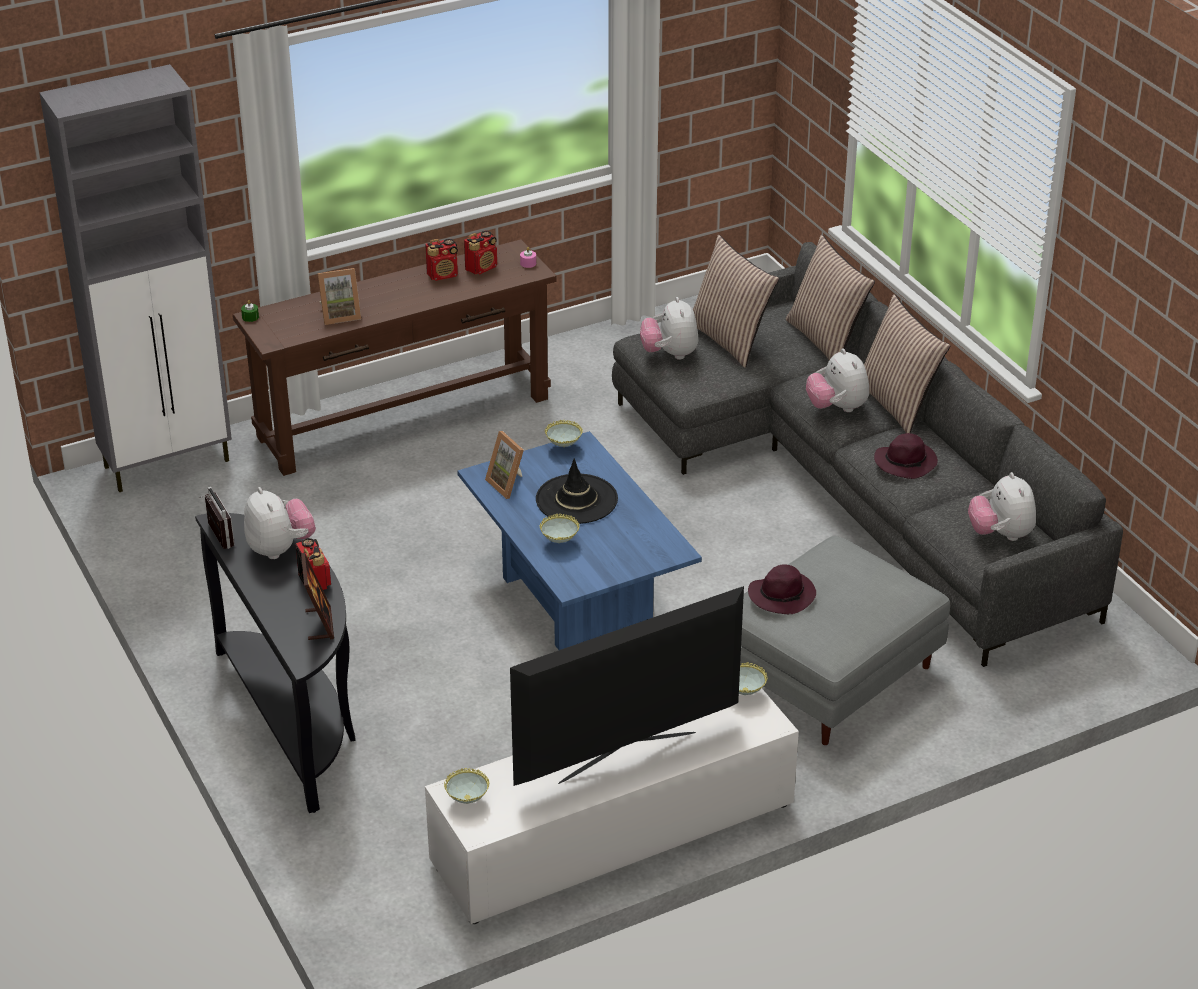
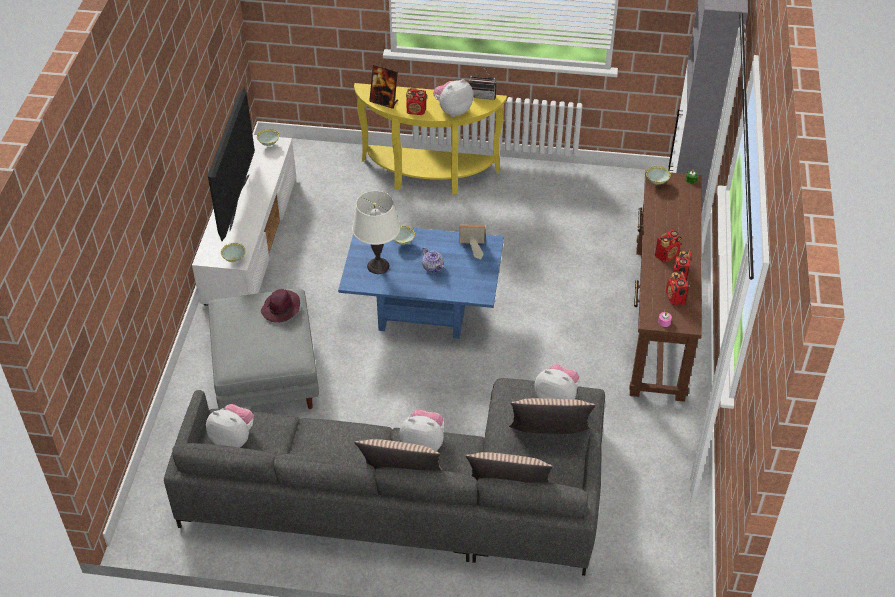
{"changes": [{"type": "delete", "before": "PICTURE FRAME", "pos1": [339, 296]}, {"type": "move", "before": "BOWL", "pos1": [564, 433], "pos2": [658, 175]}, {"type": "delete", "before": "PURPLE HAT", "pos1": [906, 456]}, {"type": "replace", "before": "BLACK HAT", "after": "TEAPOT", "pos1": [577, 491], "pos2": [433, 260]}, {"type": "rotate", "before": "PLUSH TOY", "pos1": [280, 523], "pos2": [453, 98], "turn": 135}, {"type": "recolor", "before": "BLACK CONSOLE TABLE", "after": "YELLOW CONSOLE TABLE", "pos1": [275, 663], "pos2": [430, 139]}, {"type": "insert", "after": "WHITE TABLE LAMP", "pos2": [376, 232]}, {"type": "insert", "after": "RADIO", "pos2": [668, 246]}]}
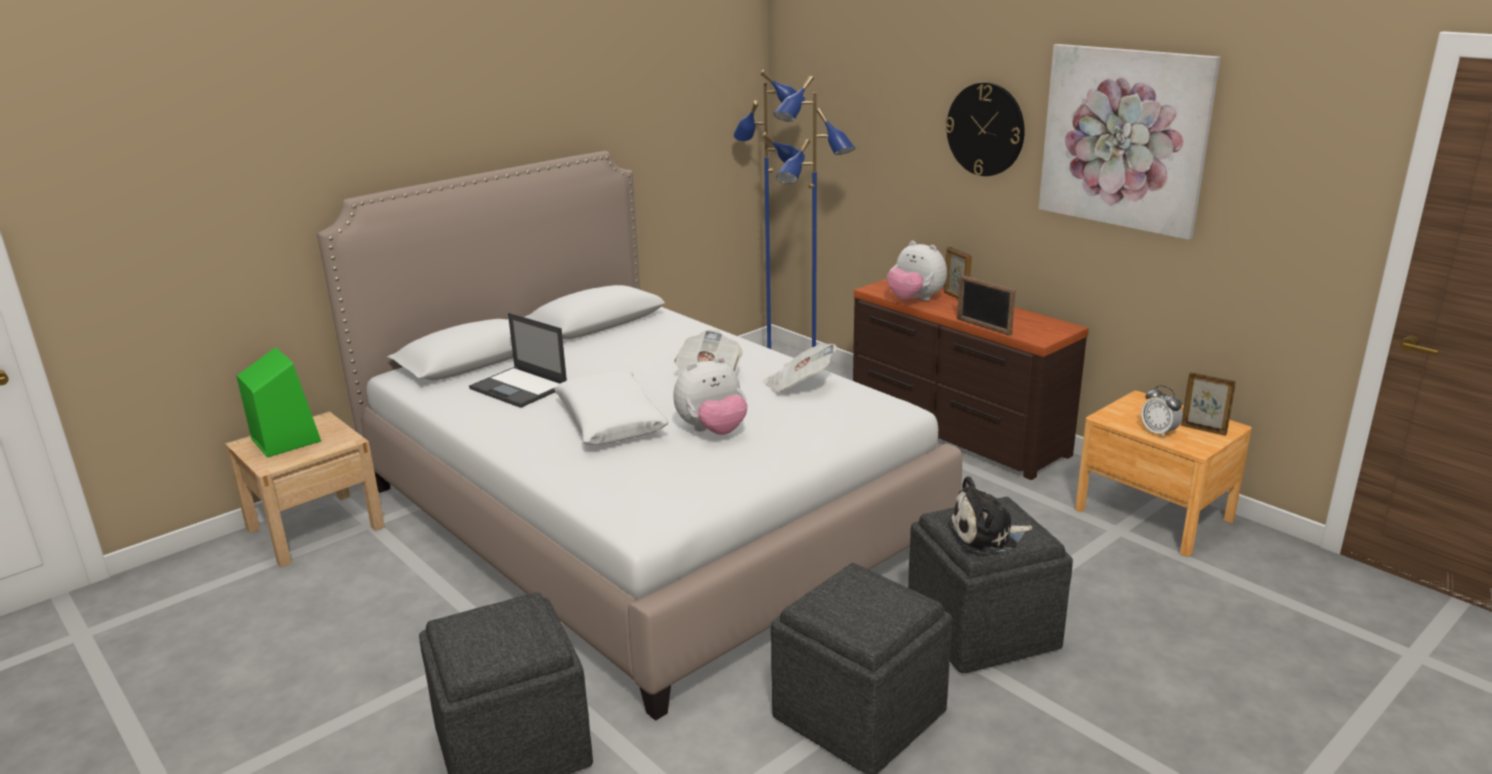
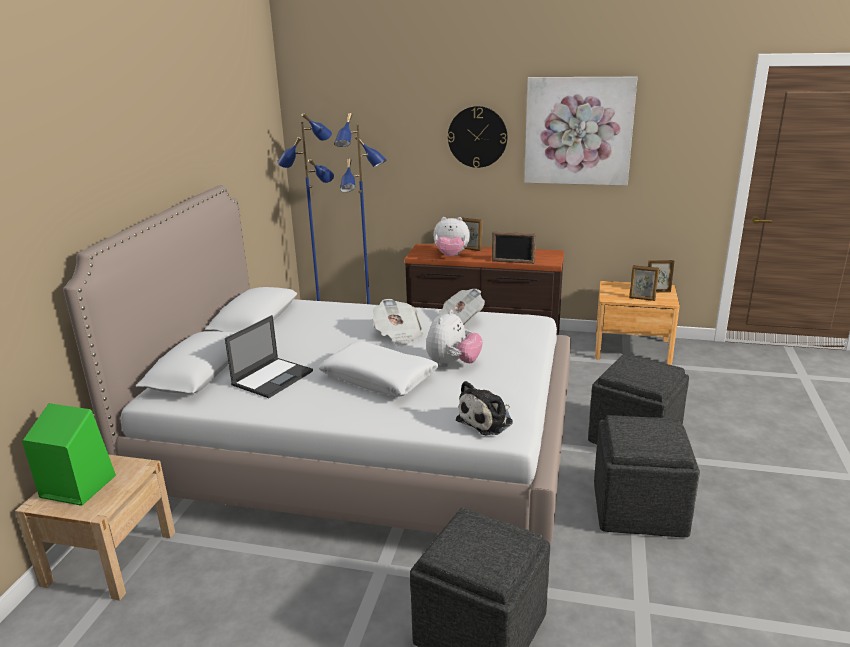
{"changes": [{"type": "rotate", "before": "LAPTOP", "pos1": [518, 360], "pos2": [269, 356], "turn": -60}, {"type": "replace", "before": "ALARM CLOCK", "after": "PICTURE FRAME", "pos1": [1162, 411], "pos2": [644, 283]}, {"type": "move", "before": "PLUSH TOY", "pos1": [990, 515], "pos2": [484, 408]}]}
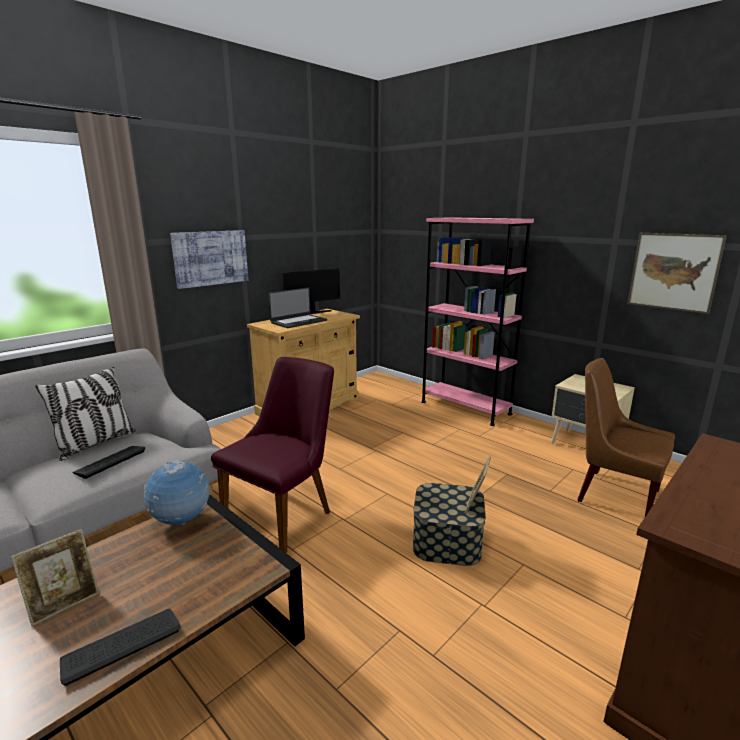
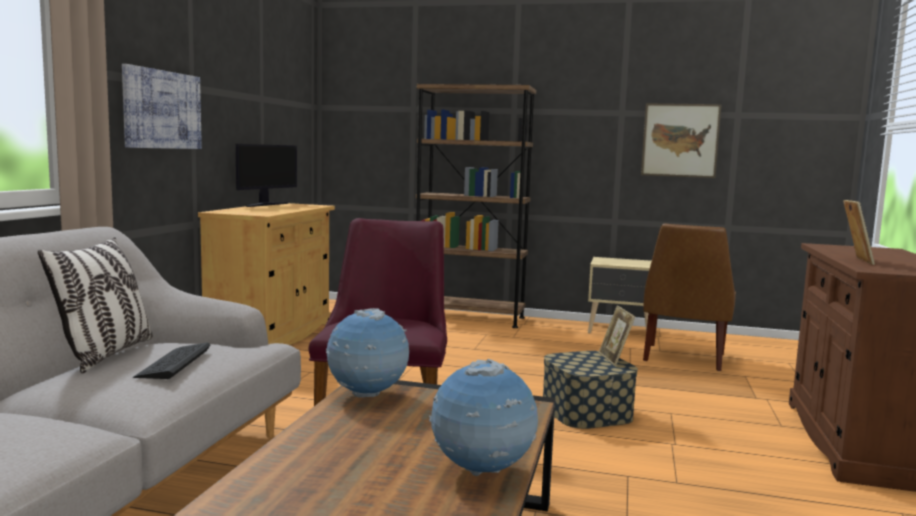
{"changes": [{"type": "recolor", "before": "PINK BOOKCASE", "after": "BROWN BOOKCASE", "pos1": [477, 321], "pos2": [476, 206]}, {"type": "delete", "before": "LAPTOP", "pos1": [297, 307]}, {"type": "rotate", "before": "BROWN CHAIR", "pos1": [626, 437], "pos2": [689, 297], "turn": -75}, {"type": "move", "before": "PICTURE FRAME", "pos1": [55, 577], "pos2": [859, 232]}, {"type": "replace", "before": "KEYBOARD", "after": "GLOBE", "pos1": [120, 647], "pos2": [483, 417]}]}
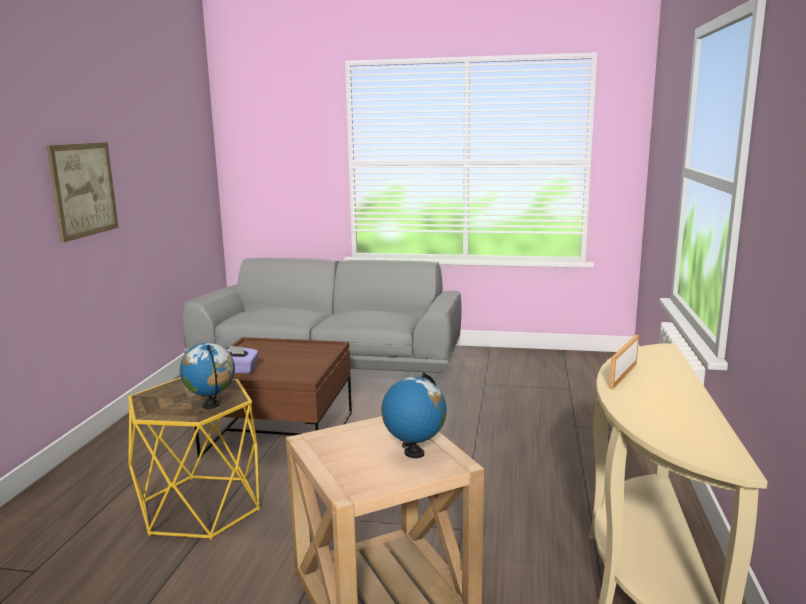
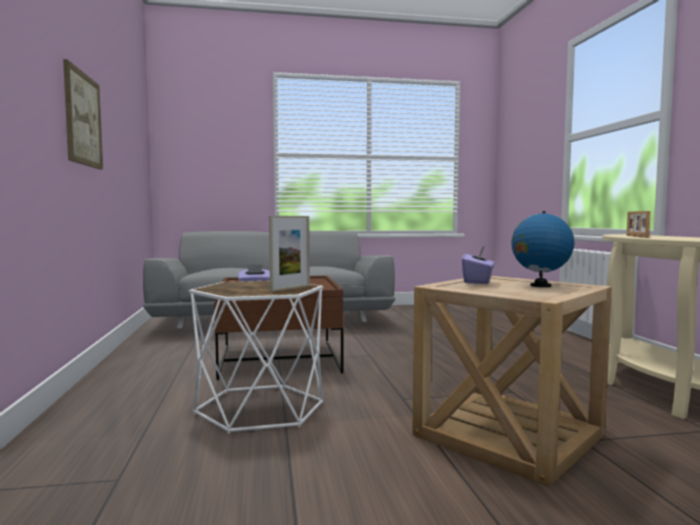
{"changes": [{"type": "replace", "before": "GLOBE", "after": "PICTURE FRAME", "pos1": [207, 376], "pos2": [289, 254]}, {"type": "recolor", "before": "YELLOW SIDE TABLE", "after": "WHITE SIDE TABLE", "pos1": [194, 458], "pos2": [256, 357]}, {"type": "insert", "after": "PURPLE TISSUE BOX", "pos2": [478, 265]}]}
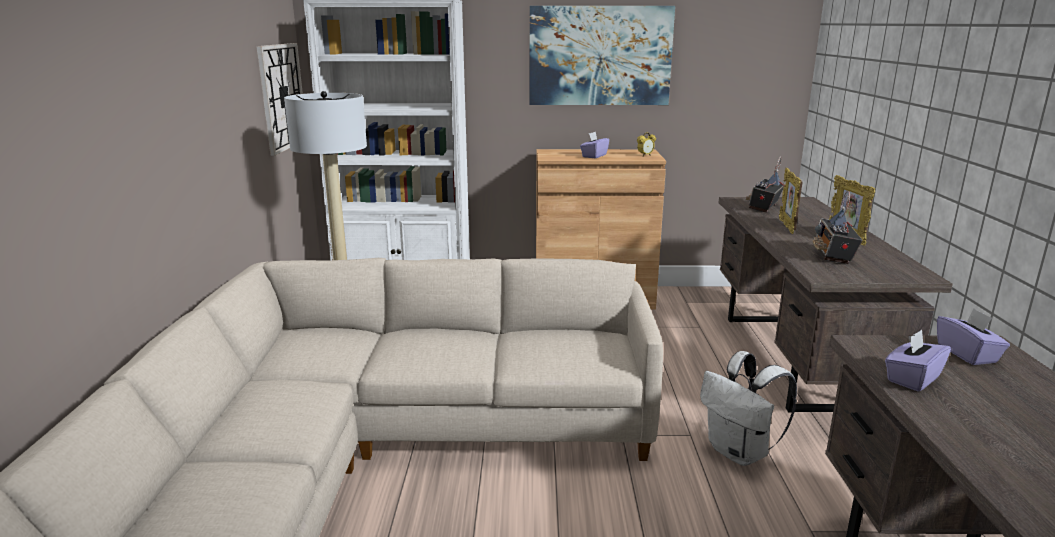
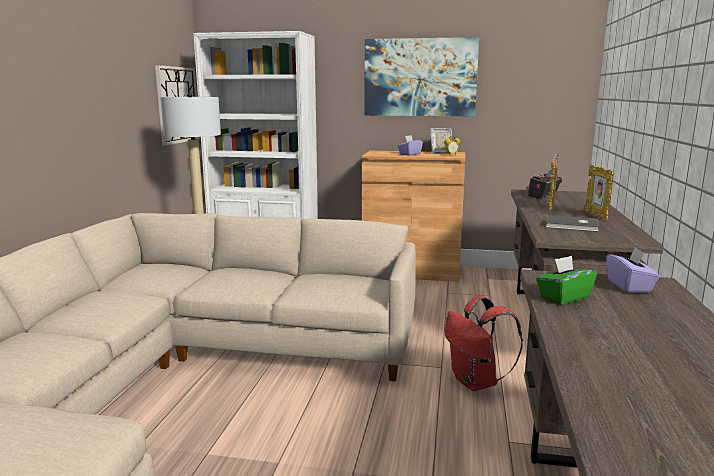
{"changes": [{"type": "replace", "before": "RADIO", "after": "GREY BOOK", "pos1": [837, 227], "pos2": [572, 223]}, {"type": "recolor", "before": "PURPLE TISSUE BOX", "after": "GREEN TISSUE BOX", "pos1": [918, 361], "pos2": [566, 280]}, {"type": "recolor", "before": "WHITE BACKPACK", "after": "RED BACKPACK", "pos1": [748, 408], "pos2": [484, 343]}, {"type": "insert", "after": "PICTURE FRAME", "pos2": [441, 141]}]}
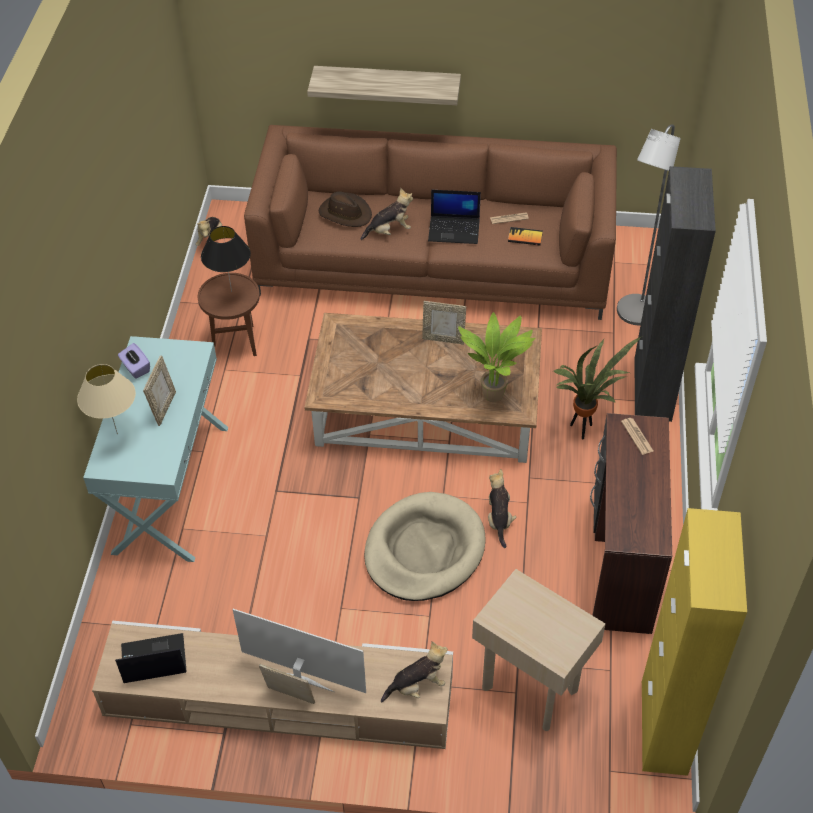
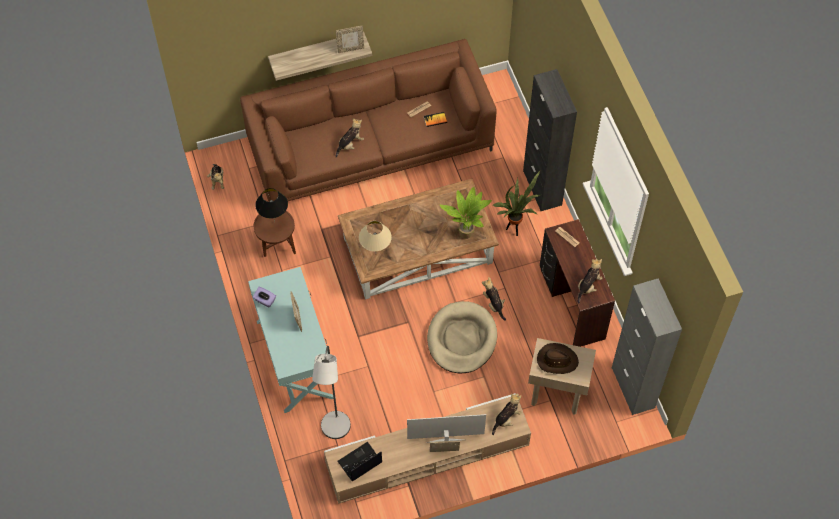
{"changes": [{"type": "move", "before": "GREY FLOOR LAMP", "pos1": [649, 224], "pos2": [331, 392]}, {"type": "delete", "before": "LAPTOP", "pos1": [454, 217]}, {"type": "move", "before": "BROWN HAT", "pos1": [345, 209], "pos2": [558, 358]}, {"type": "move", "before": "PICTURE FRAME", "pos1": [444, 323], "pos2": [350, 39]}, {"type": "move", "before": "BEIGE TABLE LAMP", "pos1": [106, 399], "pos2": [375, 236]}, {"type": "recolor", "before": "YELLOW CABINET", "after": "GREY CABINET", "pos1": [694, 642], "pos2": [647, 346]}, {"type": "insert", "after": "PLUSH TOY", "pos2": [590, 281]}]}
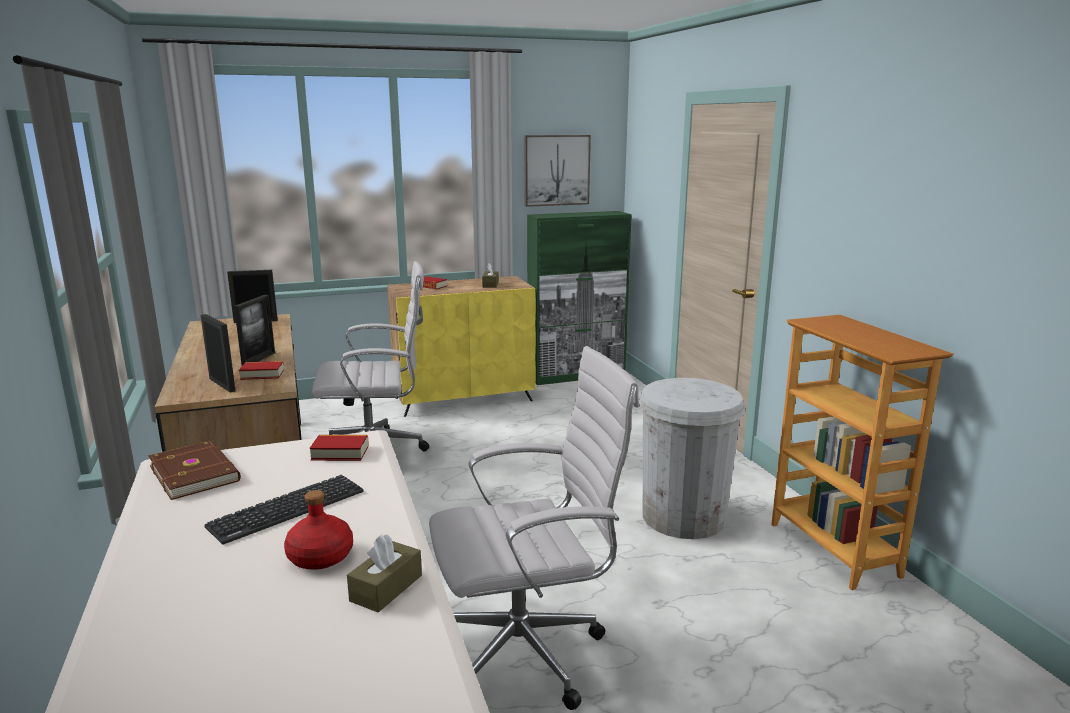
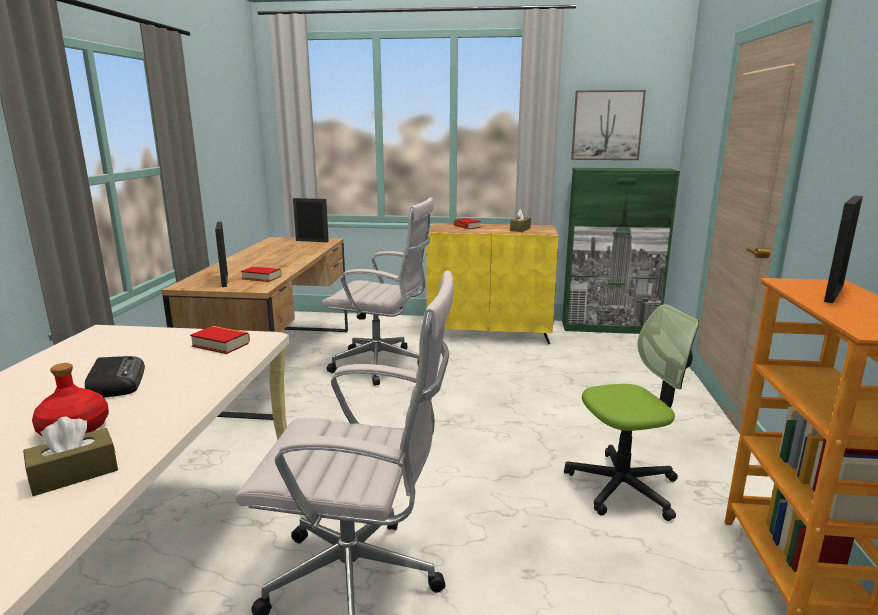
{"changes": [{"type": "move", "before": "PICTURE FRAME", "pos1": [254, 330], "pos2": [843, 249]}, {"type": "replace", "before": "WHITE TRASH CAN", "after": "OFFICE CHAIR", "pos1": [692, 458], "pos2": [631, 412]}, {"type": "delete", "before": "BROWN BOOK", "pos1": [194, 470]}, {"type": "replace", "before": "KEYBOARD", "after": "RADIO", "pos1": [284, 509], "pos2": [115, 377]}]}
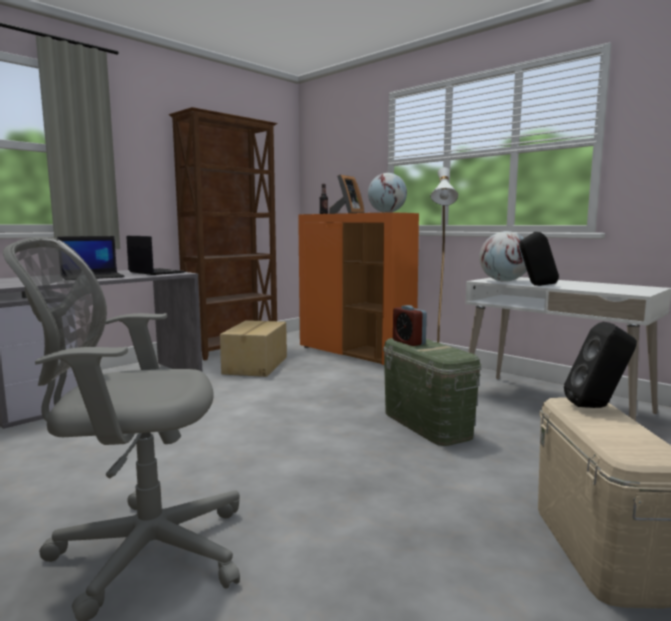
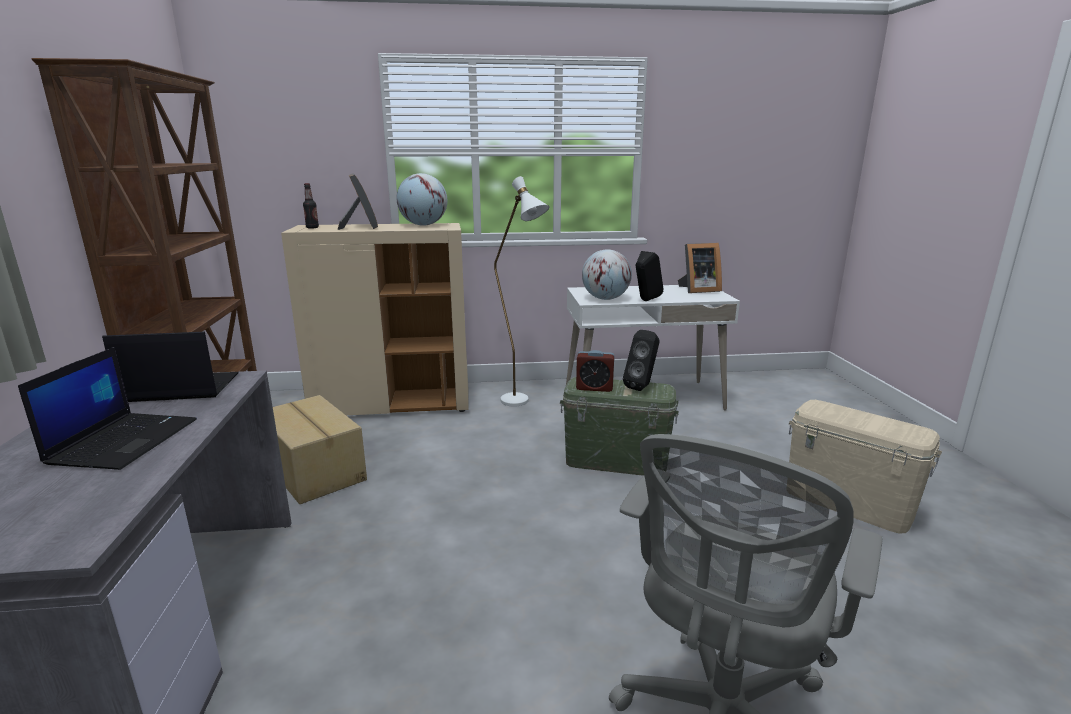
{"changes": [{"type": "recolor", "before": "ORANGE CABINET", "after": "BEIGE CABINET", "pos1": [358, 288], "pos2": [375, 319]}, {"type": "move", "before": "BLACK SPEAKER", "pos1": [600, 365], "pos2": [641, 360]}, {"type": "insert", "after": "PICTURE FRAME", "pos2": [700, 268]}]}
